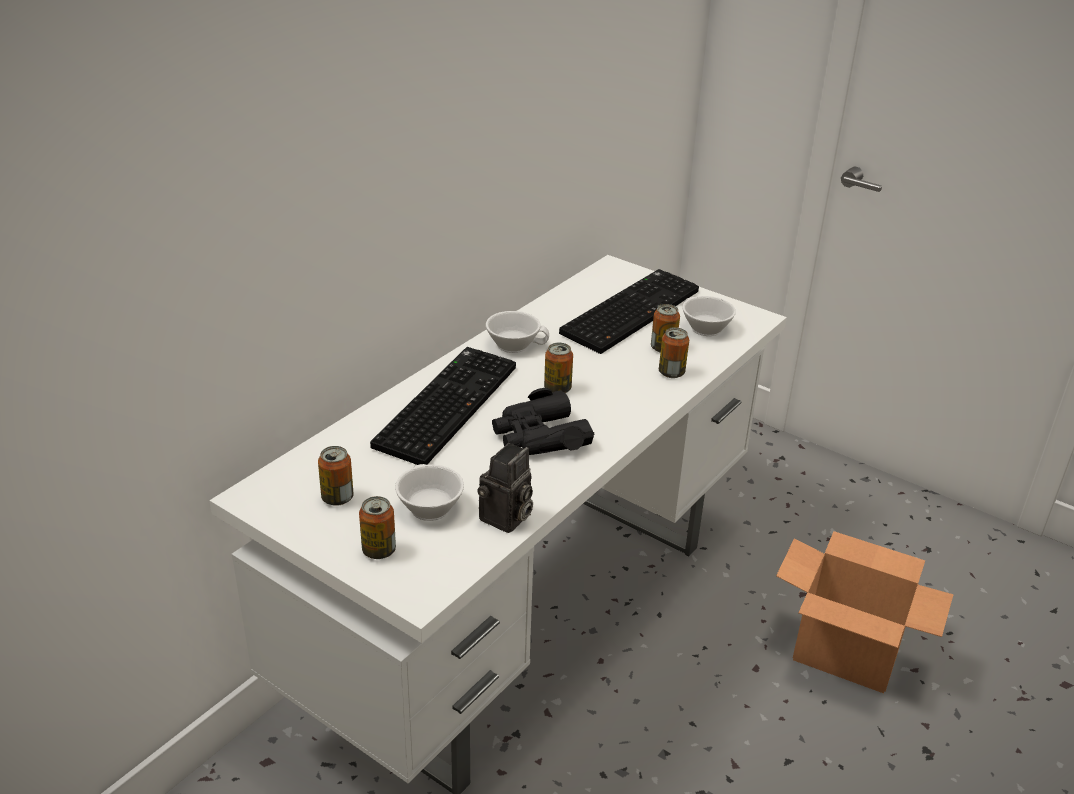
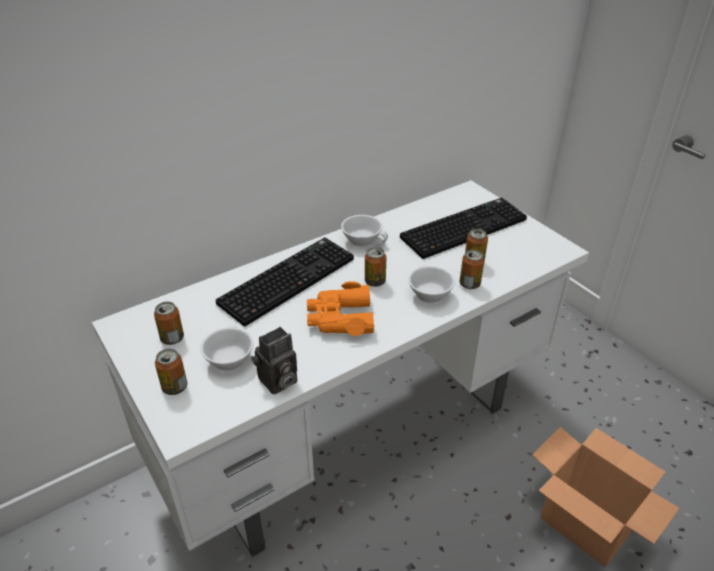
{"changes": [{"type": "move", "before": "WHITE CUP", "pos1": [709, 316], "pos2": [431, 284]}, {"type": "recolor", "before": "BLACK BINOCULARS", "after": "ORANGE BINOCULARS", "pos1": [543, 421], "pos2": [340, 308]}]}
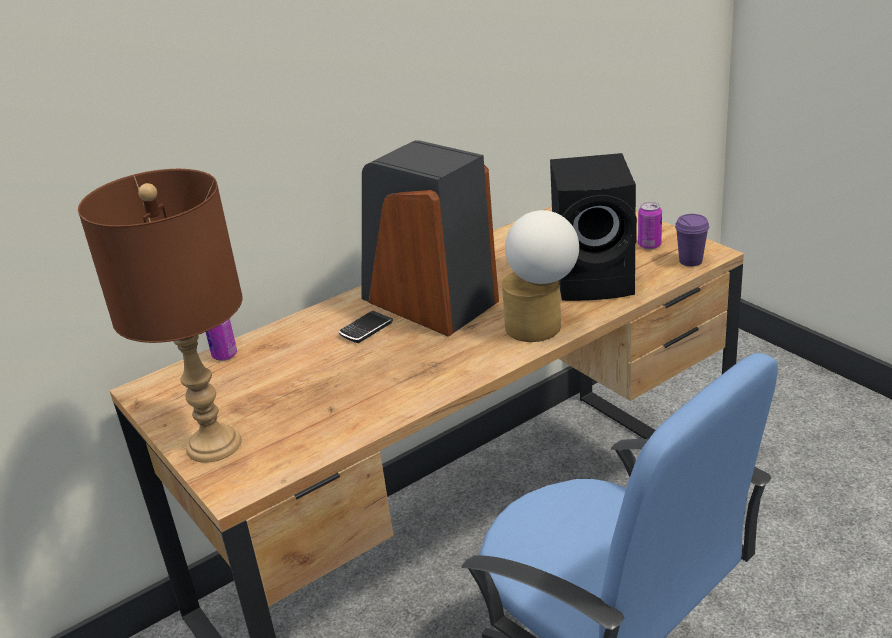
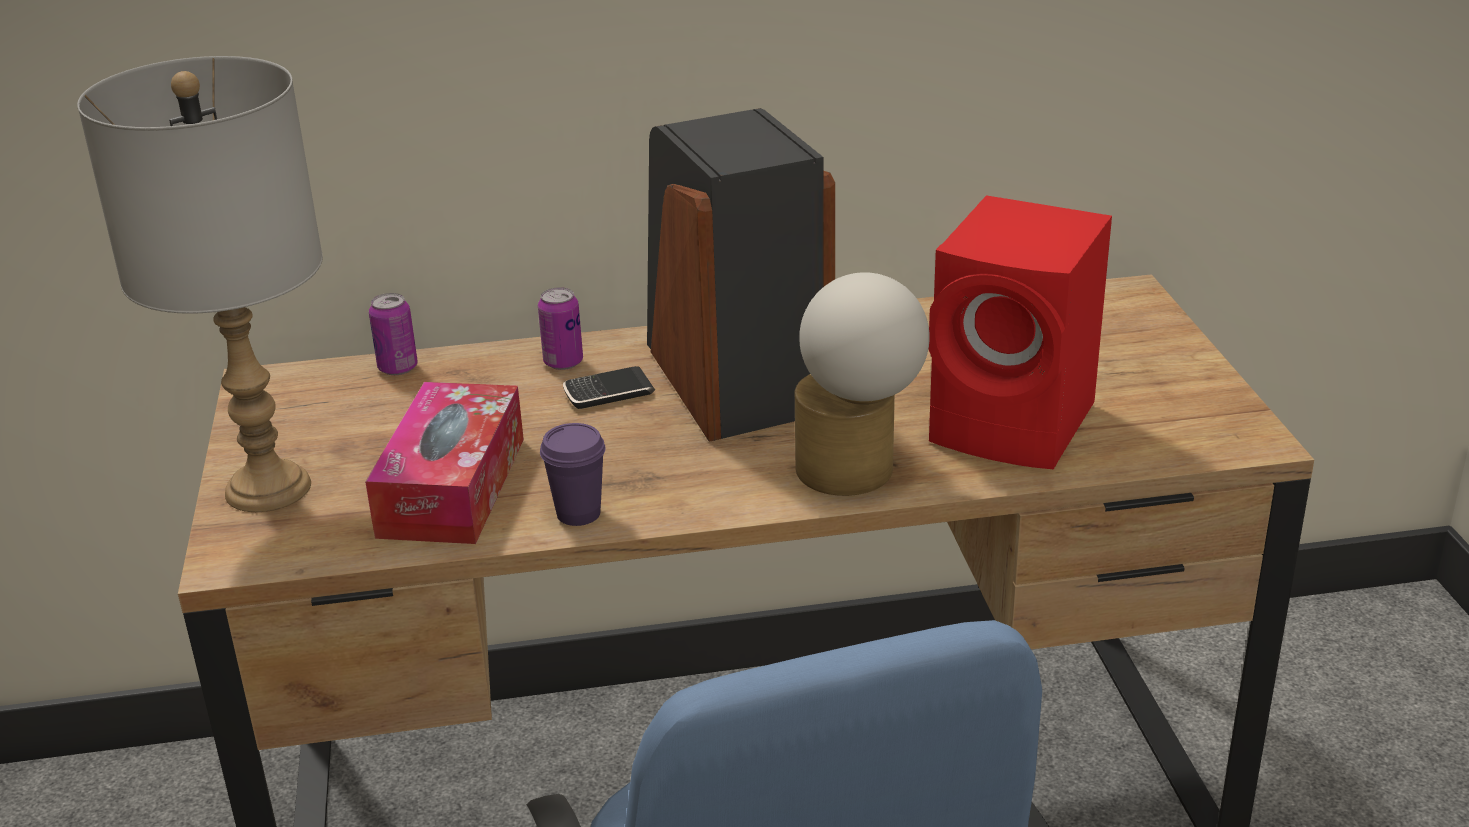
{"changes": [{"type": "recolor", "before": "BLACK SPEAKER", "after": "RED SPEAKER", "pos1": [593, 227], "pos2": [1020, 332]}, {"type": "recolor", "before": "BROWN TABLE LAMP", "after": "GREY TABLE LAMP", "pos1": [160, 316], "pos2": [200, 284]}, {"type": "move", "before": "CAN", "pos1": [650, 225], "pos2": [560, 328]}, {"type": "move", "before": "PURPLE CUP", "pos1": [692, 240], "pos2": [573, 474]}, {"type": "insert", "after": "TISSUE BOX", "pos2": [444, 463]}]}
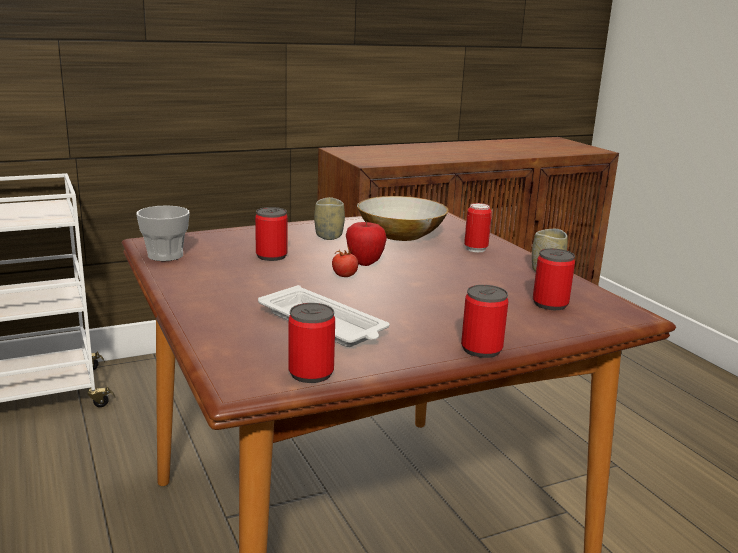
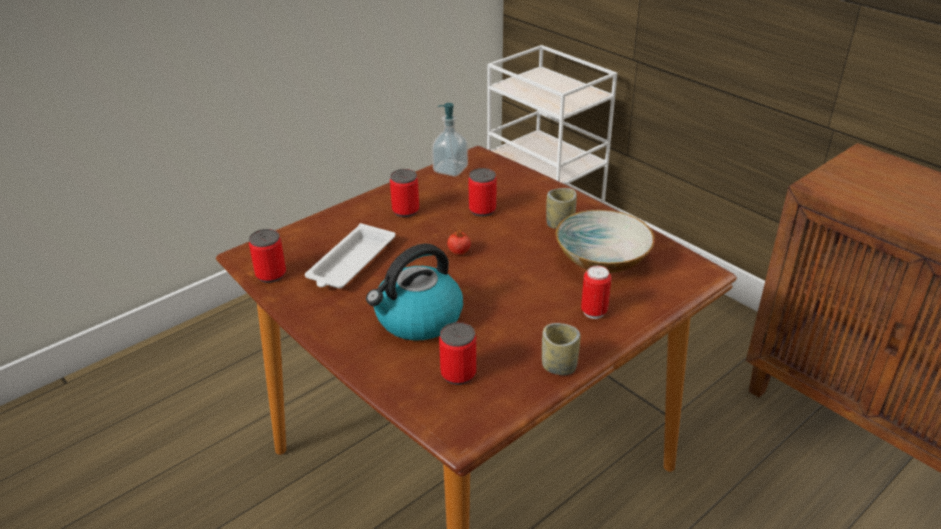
{"changes": [{"type": "replace", "before": "CUP", "after": "SOAP DISPENSER", "pos1": [163, 233], "pos2": [450, 140]}, {"type": "delete", "before": "APPLE", "pos1": [366, 243]}, {"type": "move", "before": "CAN", "pos1": [484, 321], "pos2": [404, 193]}, {"type": "insert", "after": "KETTLE", "pos2": [414, 292]}]}
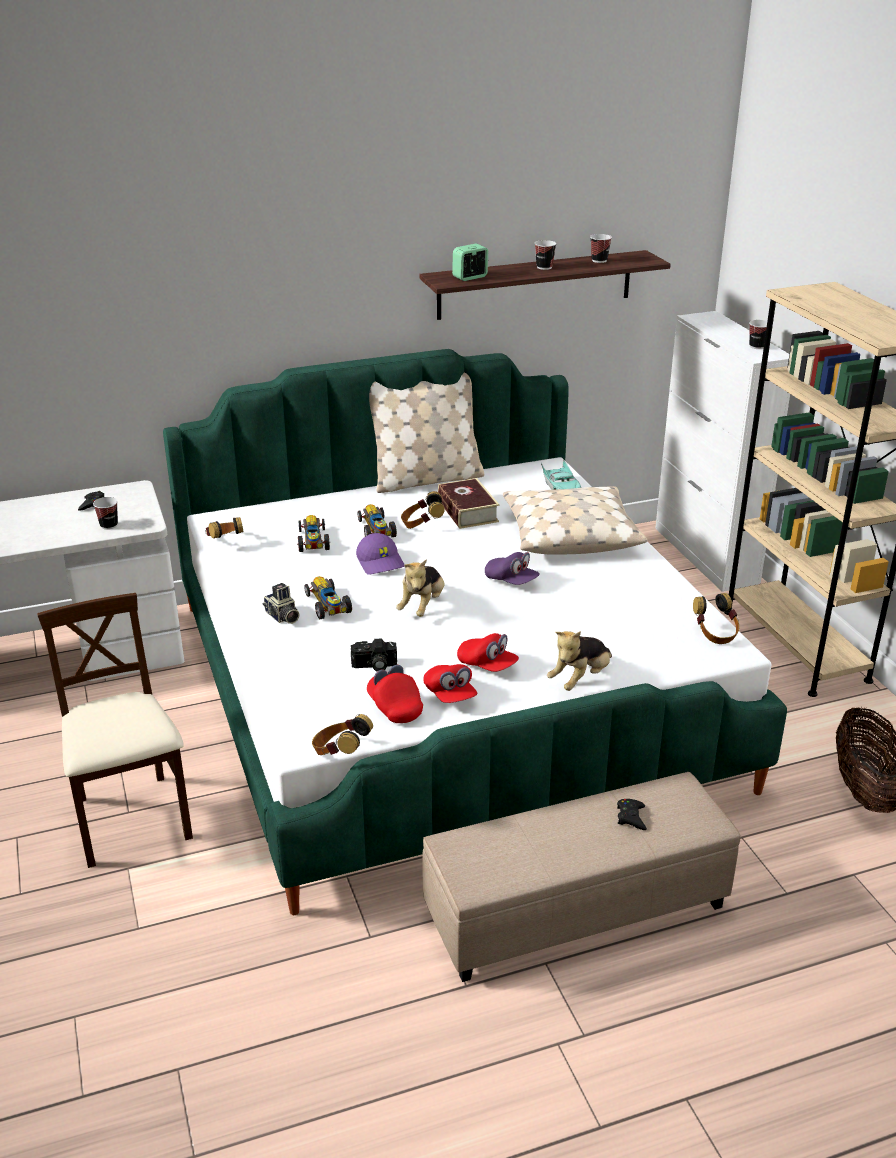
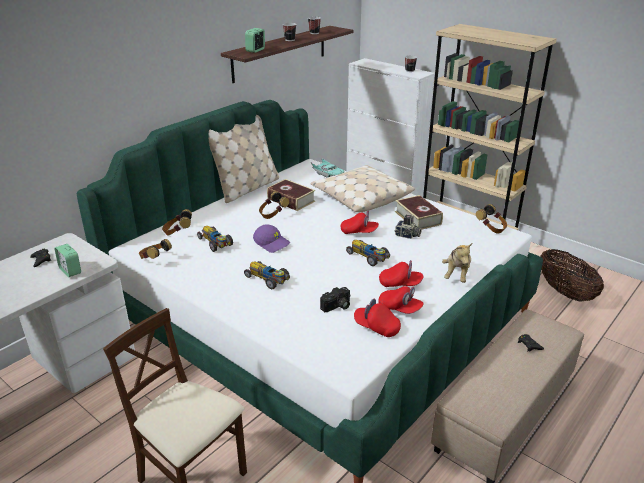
{"changes": [{"type": "replace", "before": "CUP", "after": "ALARM CLOCK", "pos1": [105, 513], "pos2": [68, 260]}, {"type": "move", "before": "TOY CAR", "pos1": [377, 520], "pos2": [368, 253]}, {"type": "recolor", "before": "PURPLE CAP", "after": "RED CAP", "pos1": [512, 568], "pos2": [360, 222]}, {"type": "delete", "before": "PLUSH TOY", "pos1": [420, 588]}, {"type": "move", "before": "PHOTO CAMERA", "pos1": [281, 603], "pos2": [408, 227]}, {"type": "move", "before": "HEADPHONES", "pos1": [342, 734], "pos2": [177, 222]}, {"type": "insert", "after": "BOOK", "pos2": [419, 212]}]}
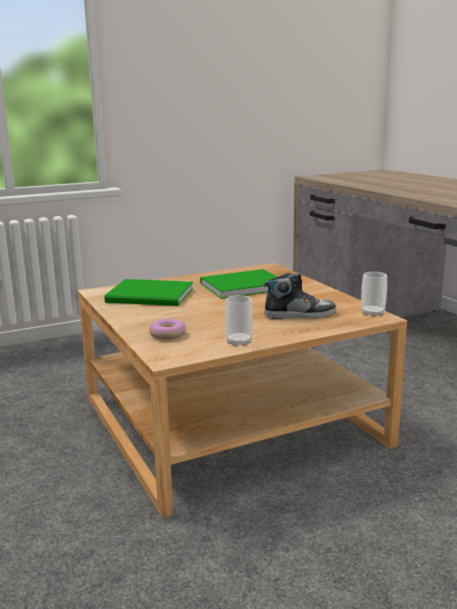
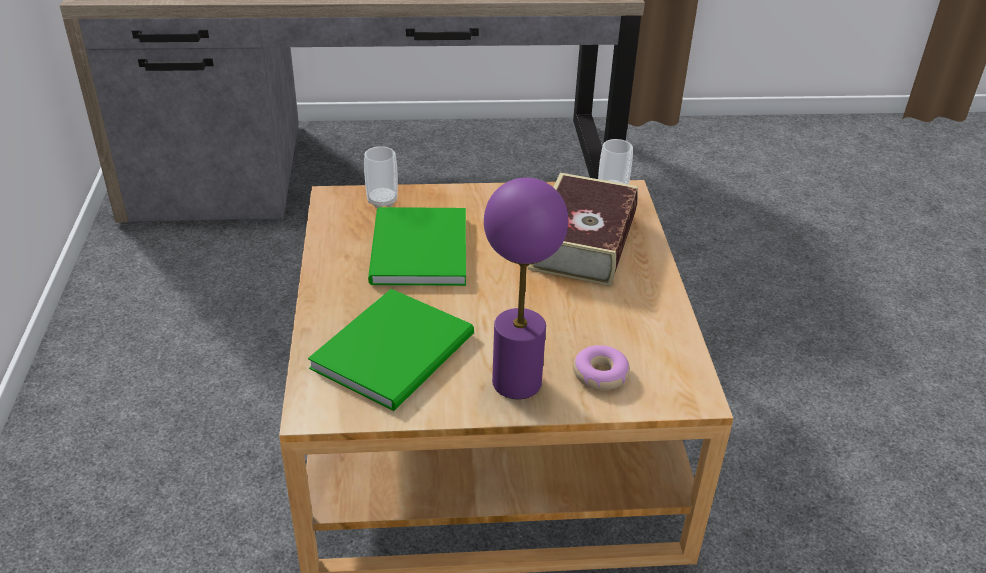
{"changes": [{"type": "replace", "before": "SHOE", "after": "BOOK", "pos1": [300, 296], "pos2": [583, 229]}, {"type": "move", "before": "CUP", "pos1": [239, 321], "pos2": [381, 177]}, {"type": "insert", "after": "PURPLE TABLE LAMP", "pos2": [526, 288]}]}
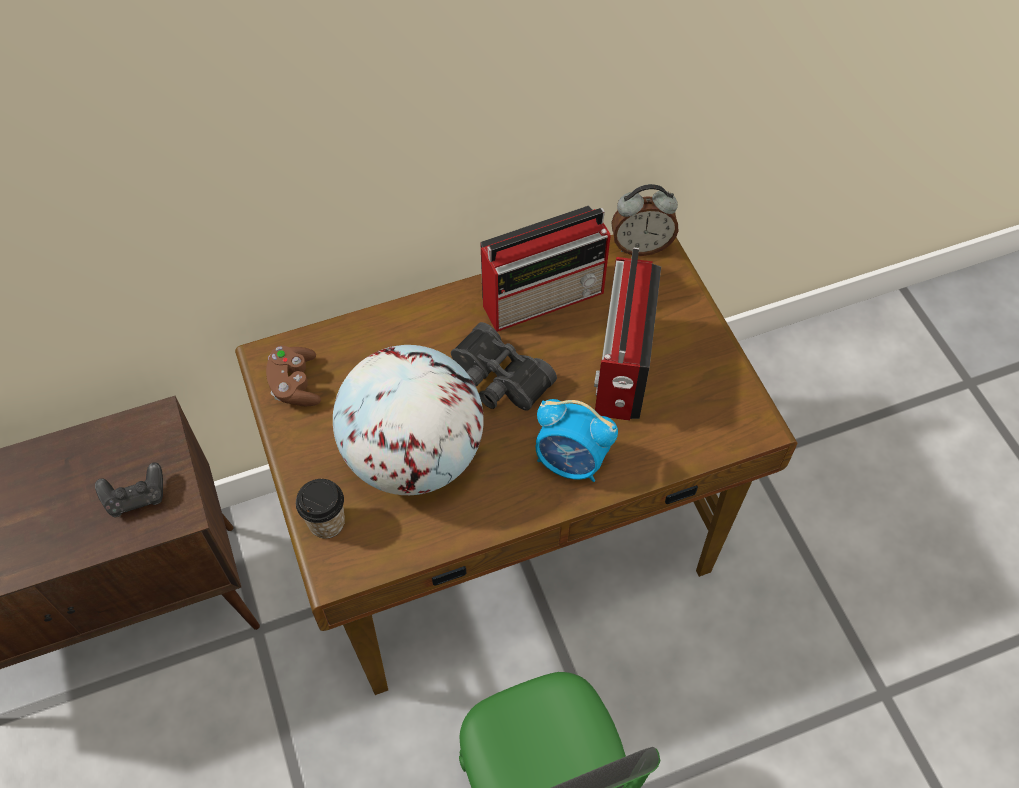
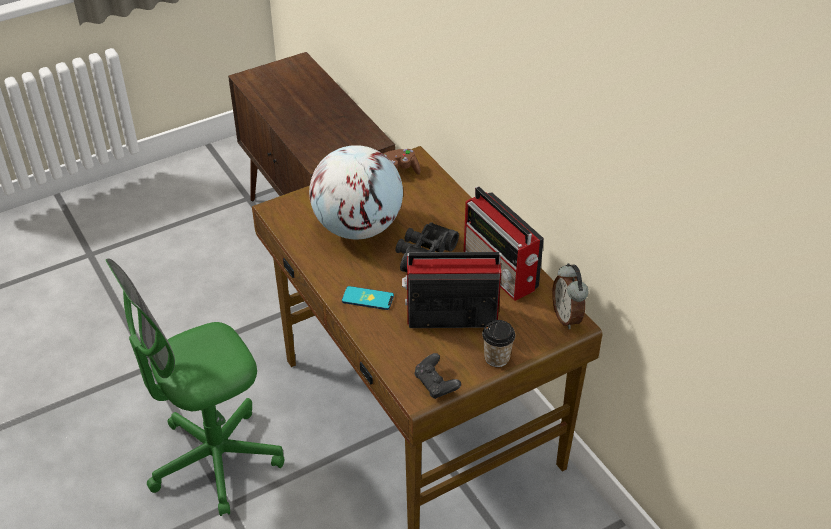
{"changes": [{"type": "replace", "before": "ALARM CLOCK", "after": "PHONE", "pos1": [577, 440], "pos2": [368, 298]}, {"type": "move", "before": "BLACK GAME CONTROLLER", "pos1": [129, 489], "pos2": [437, 376]}, {"type": "move", "before": "CUP", "pos1": [320, 509], "pos2": [498, 343]}]}
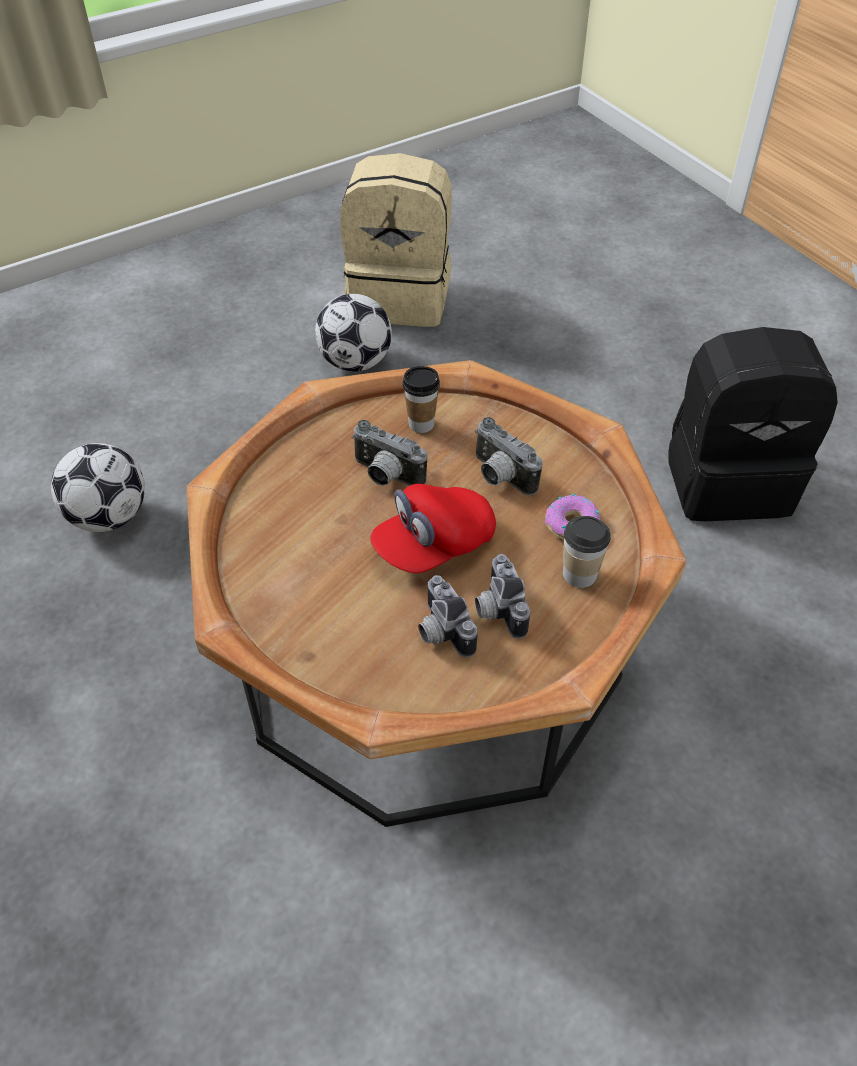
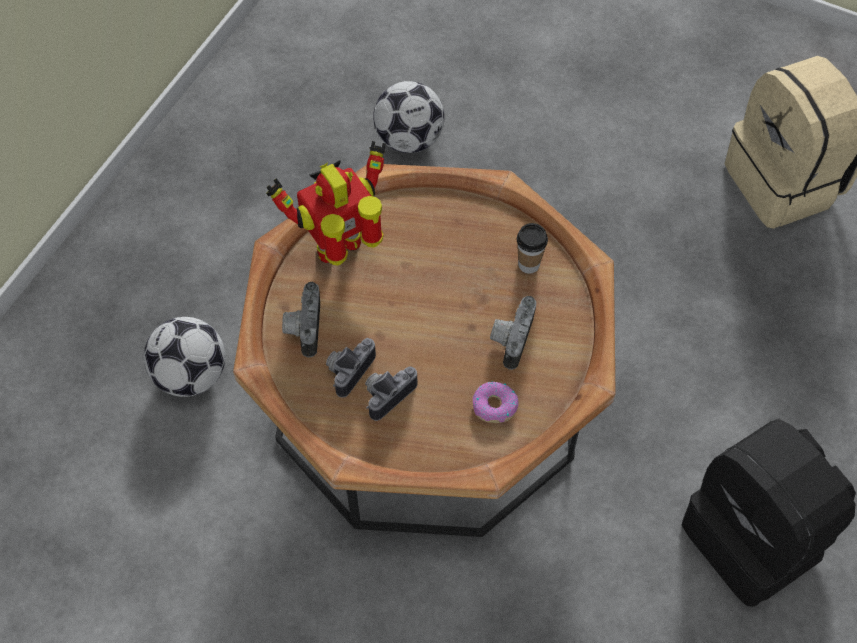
{"changes": [{"type": "move", "before": "FOOTBALL", "pos1": [353, 333], "pos2": [184, 357]}, {"type": "move", "before": "PHOTO CAMERA", "pos1": [389, 453], "pos2": [301, 320]}, {"type": "delete", "before": "RED CAP", "pos1": [433, 528]}, {"type": "delete", "before": "CUP", "pos1": [586, 552]}, {"type": "insert", "after": "TOY ROBOT", "pos2": [326, 203]}]}
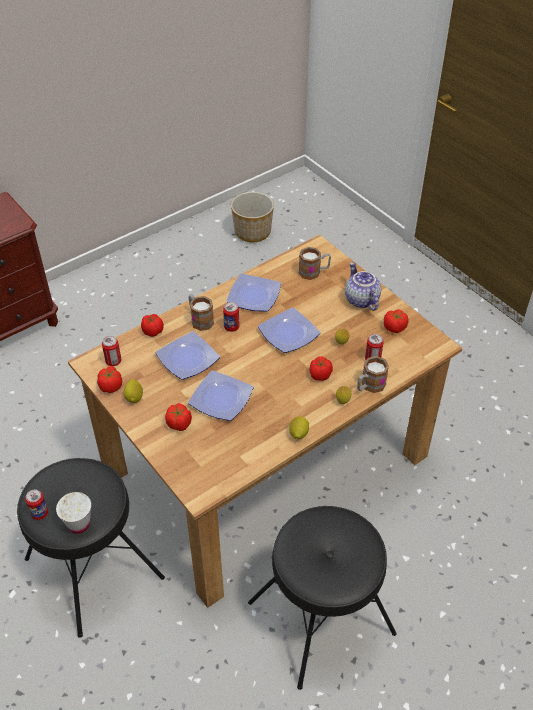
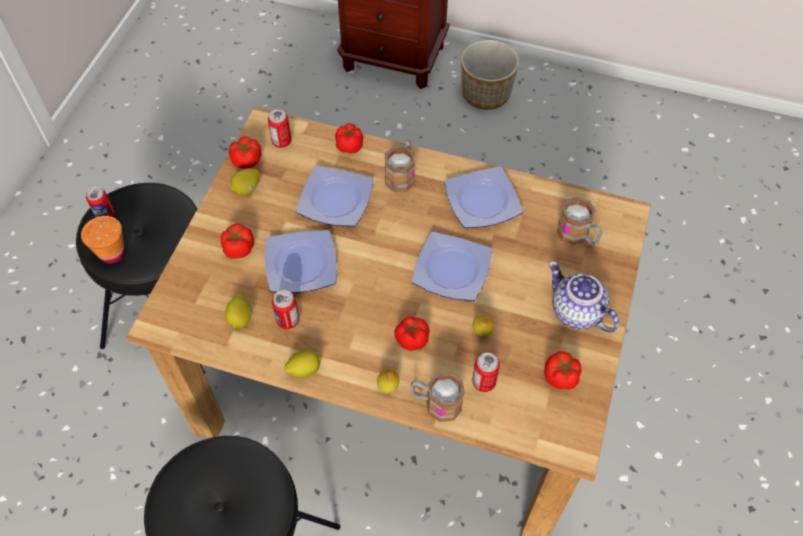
{"changes": [{"type": "move", "before": "PLANTER", "pos1": [252, 217], "pos2": [490, 75]}, {"type": "rotate", "before": "TEAPOT", "pos1": [363, 286], "pos2": [583, 297], "turn": -75}, {"type": "move", "before": "CAN", "pos1": [231, 317], "pos2": [285, 309]}, {"type": "recolor", "before": "WHITE CUP", "after": "ORANGE CUP", "pos1": [73, 513], "pos2": [103, 239]}, {"type": "insert", "after": "LEMON", "pos2": [238, 311]}]}
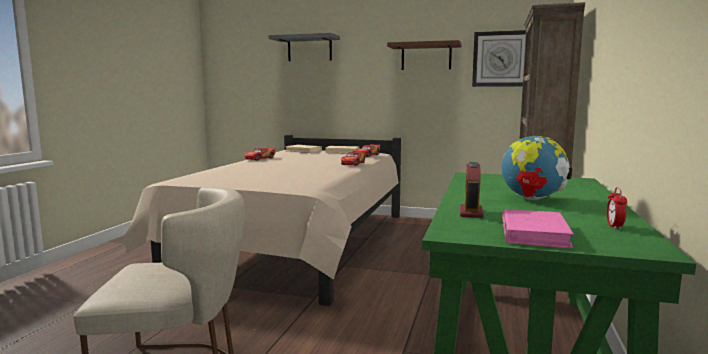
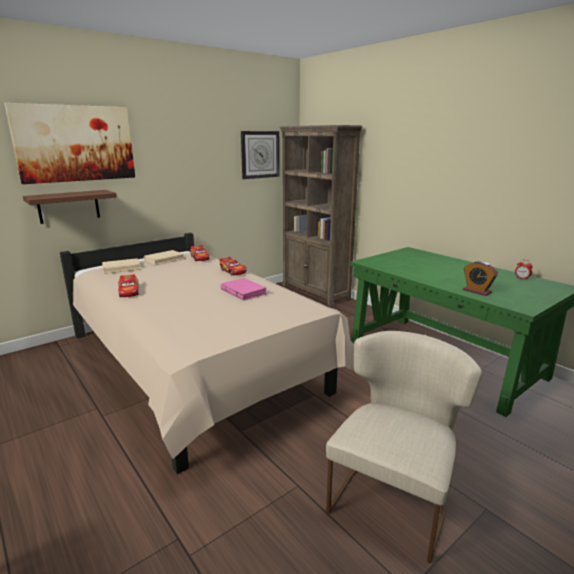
{"changes": [{"type": "replace", "before": "GREY SHELF", "after": "PICTURE", "pos1": [304, 47], "pos2": [69, 143]}, {"type": "move", "before": "BROWN SHELF", "pos1": [424, 55], "pos2": [70, 207]}, {"type": "delete", "before": "GLOBE", "pos1": [537, 168]}, {"type": "move", "before": "PINK BOOK", "pos1": [538, 228], "pos2": [244, 289]}]}
